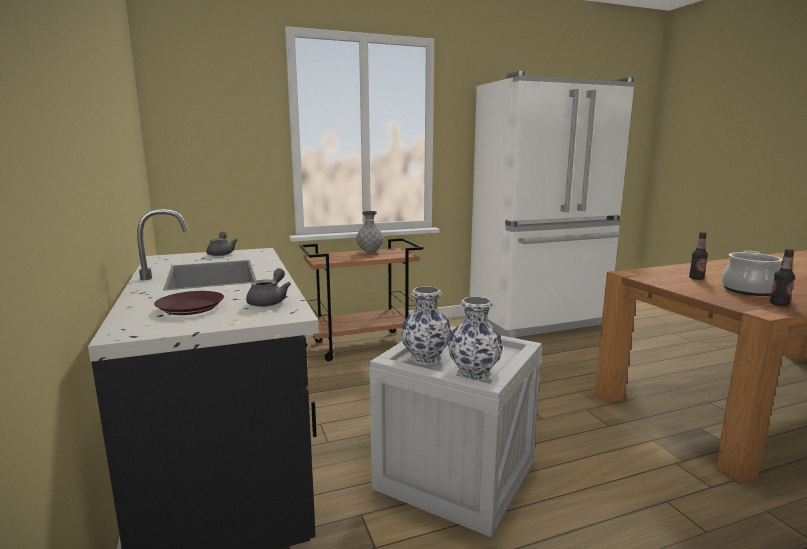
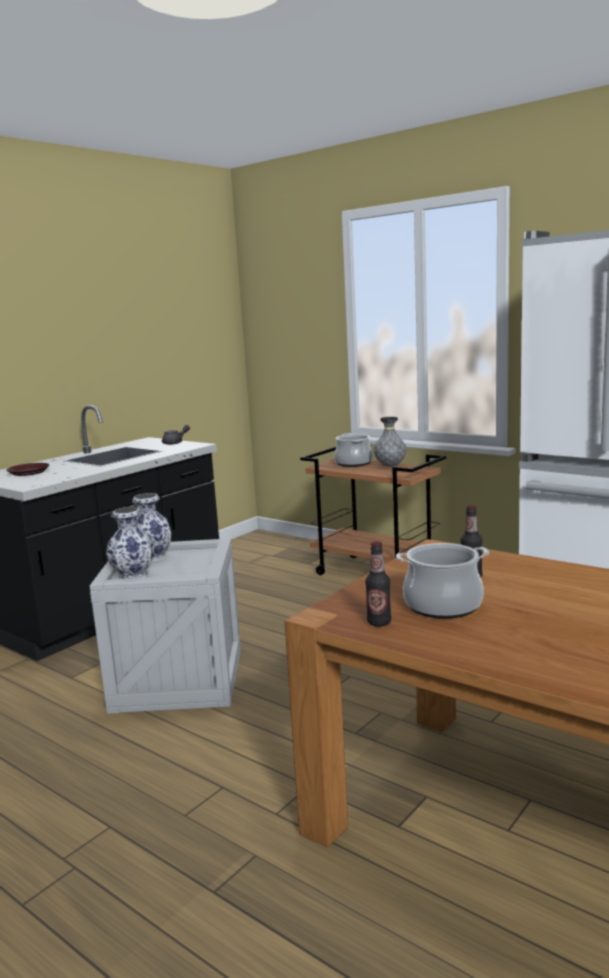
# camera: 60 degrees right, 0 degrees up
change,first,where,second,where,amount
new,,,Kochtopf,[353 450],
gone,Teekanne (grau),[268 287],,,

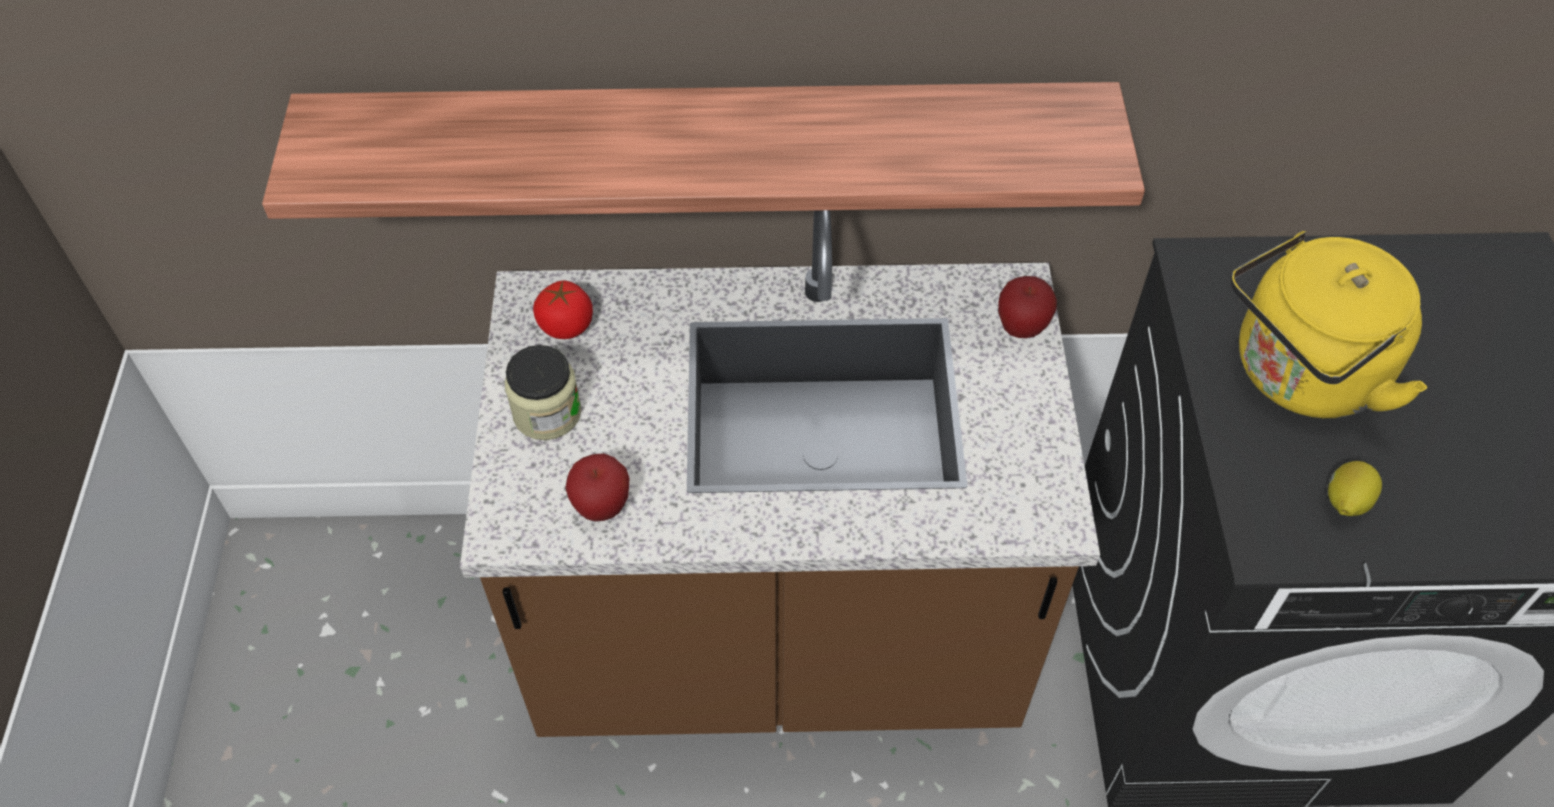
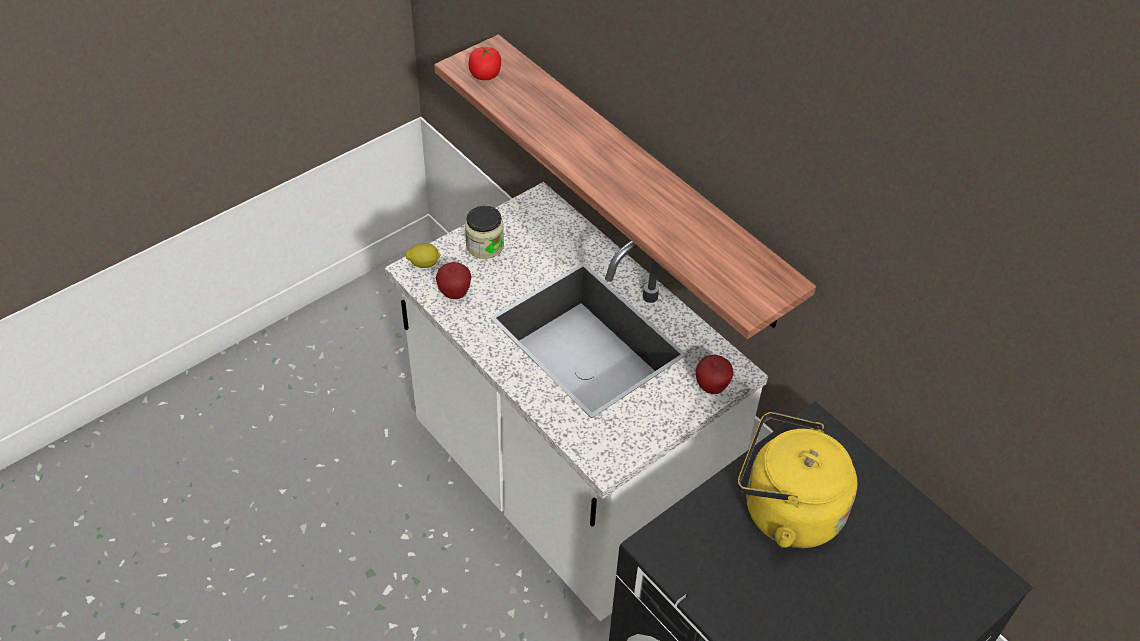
# camera: 50 degrees right, 5 degrees down
change,first,where,second,where,amount
repainted,Küchenzeile (braun),[780 473],Küchenzeile (weiß),[576 401],
shifted,Zitrone,[1355 488],,[423 255],
shifted,Tomate,[563 310],,[485 63],

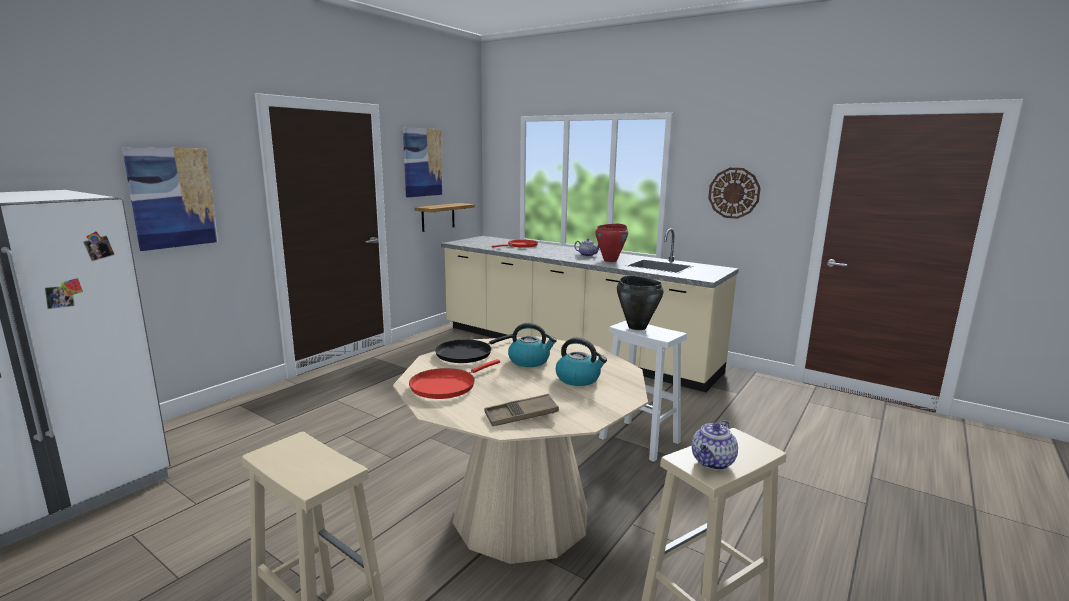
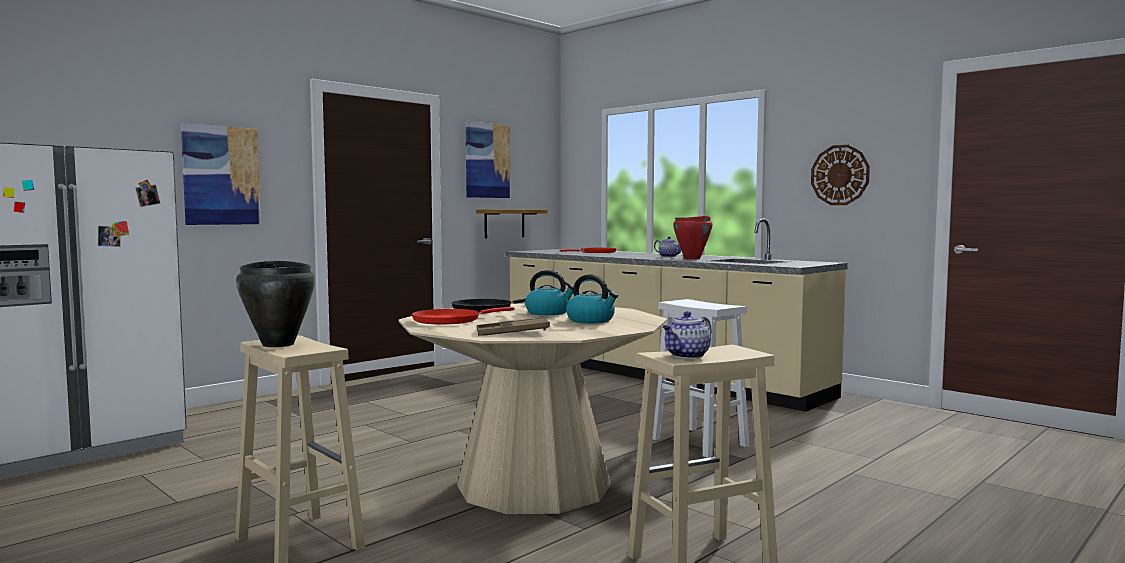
# camera: 10 degrees right, 10 degrees down
change,first,where,second,where,amount
shifted,Kochtopf (schwarz),[640 303],,[275 304],

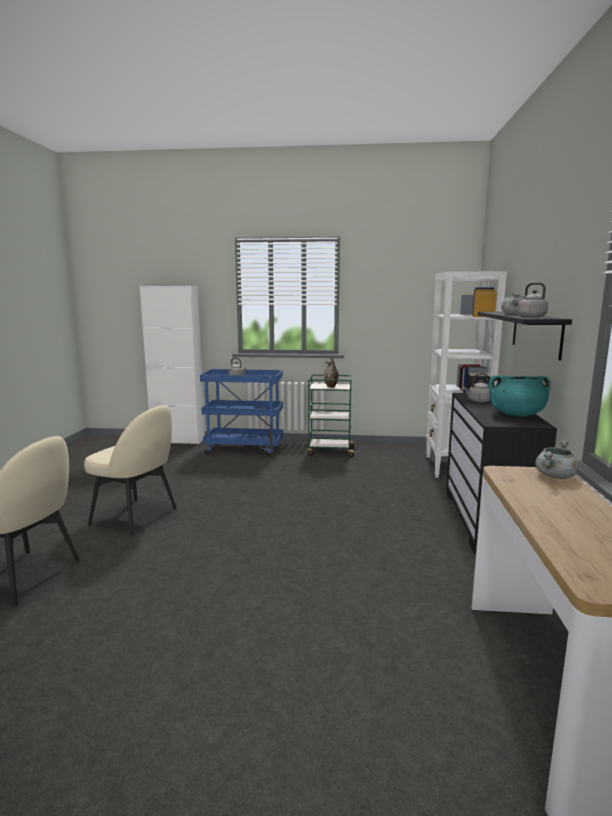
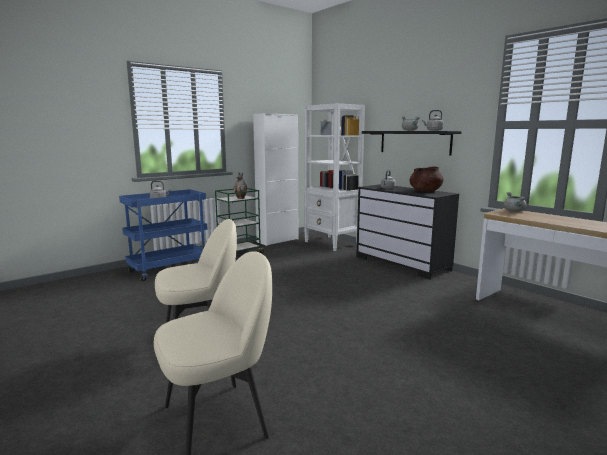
# camera: 45 degrees left, 0 degrees up
change,first,where,second,where,amount
shifted,Schrank (weiß),[172 365],,[275 179],
repainted,Kochtopf (türkis),[519 395],Kochtopf (braun),[427 179],

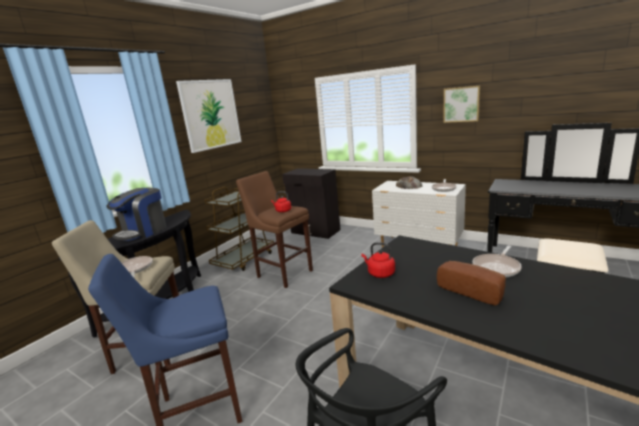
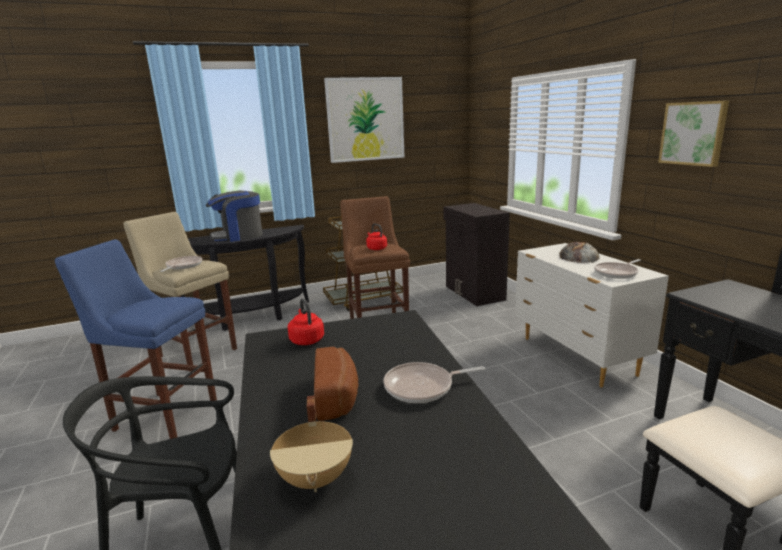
# camera: 35 degrees right, 0 degrees up
change,first,where,second,where,amount
new,,,Kochtopf (beige),[311 444],

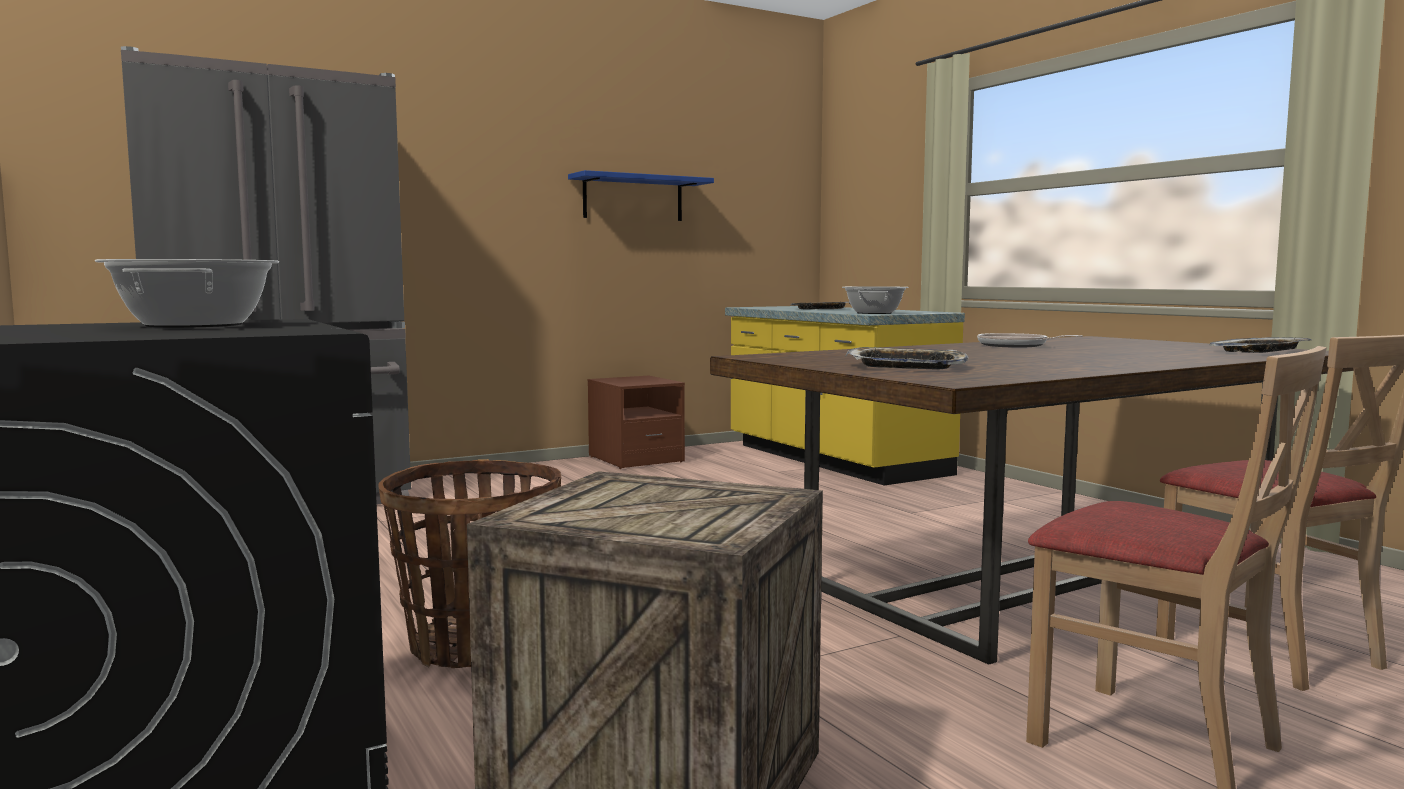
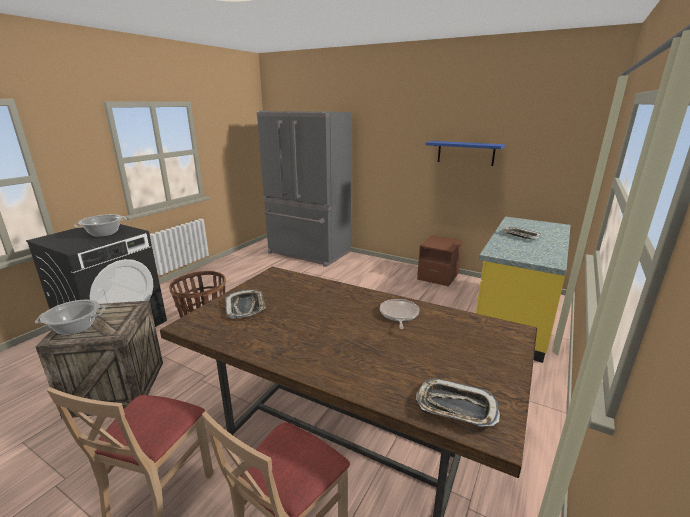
# camera: 60 degrees right, 15 degrees up
change,first,where,second,where,amount
shifted,Kochtopf,[875 300],,[70 317],

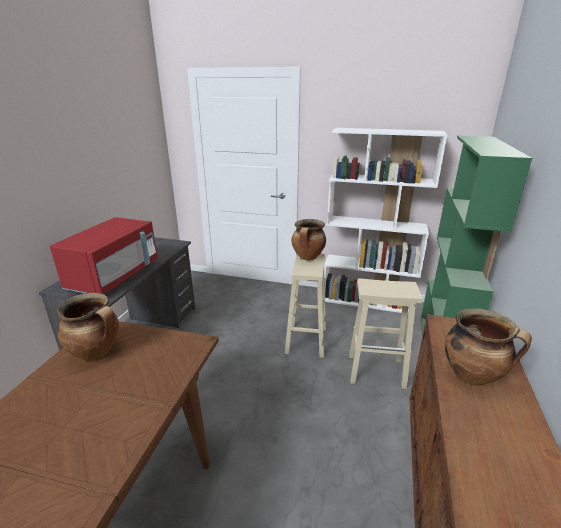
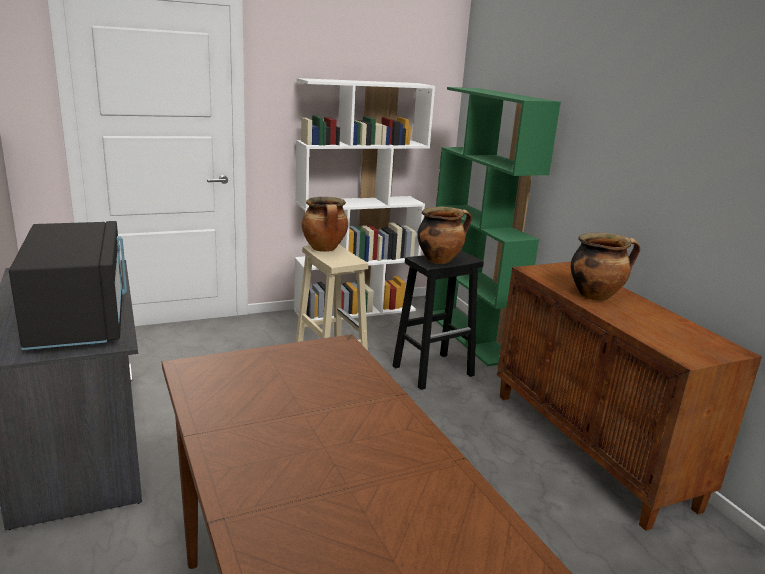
# camera: 40 degrees left, 5 degrees down
change,first,where,second,where,amount
repainted,Mikrowelle (rot),[104 255],Mikrowelle (schwarz),[68 285],
repainted,Hocker (beige),[385 333],Hocker (schwarz),[438 320],
shifted,Kochtopf,[88 327],,[444 235],

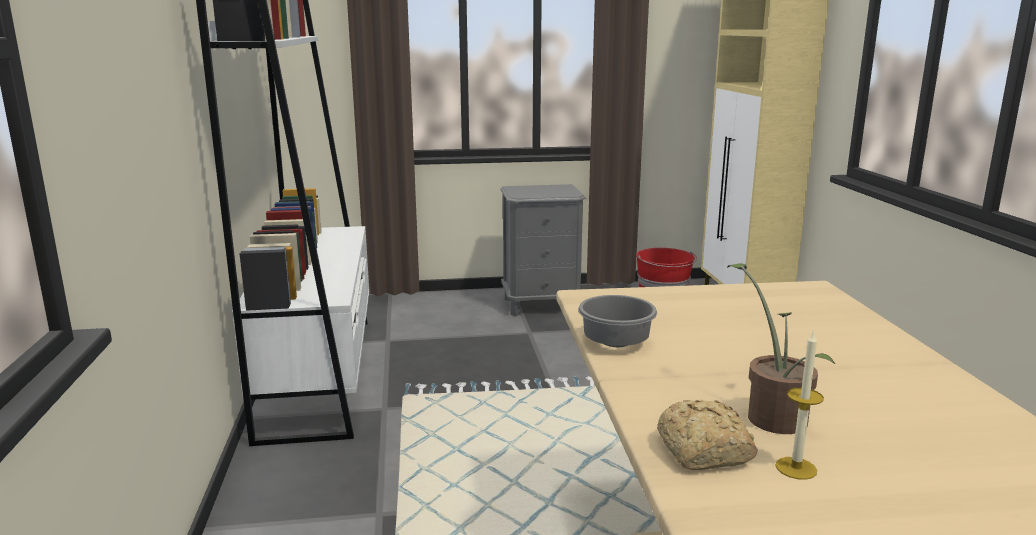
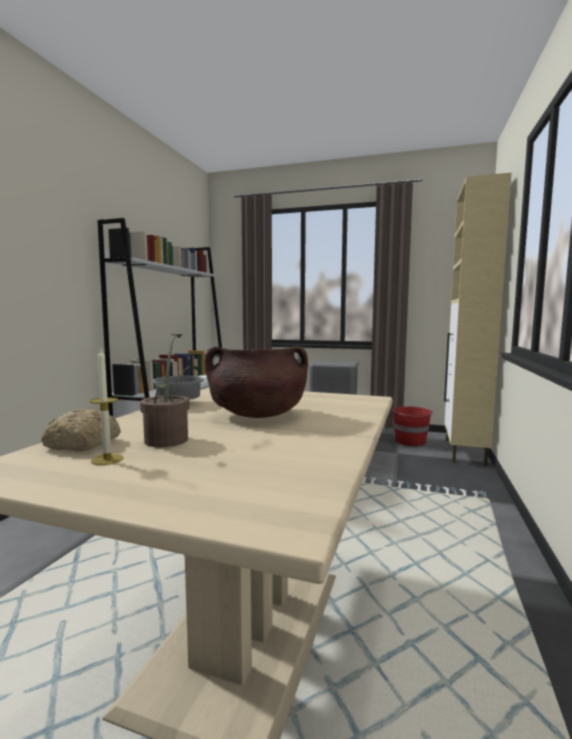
# camera: 25 degrees right, 10 degrees down
change,first,where,second,where,amount
new,,,Kochtopf (braun),[256 382],

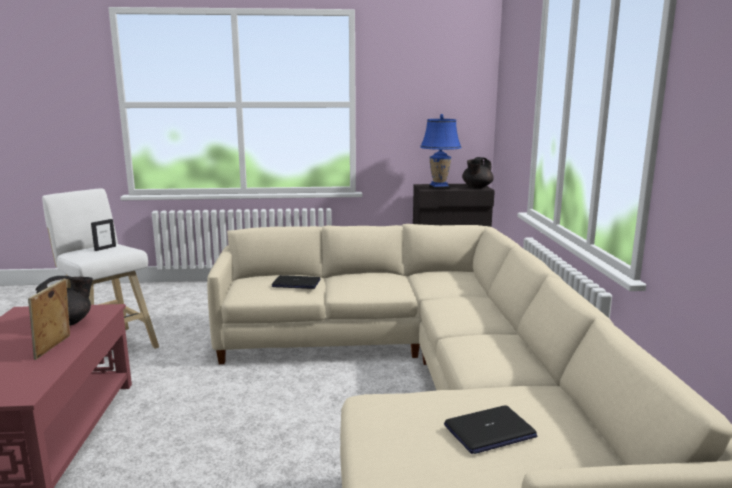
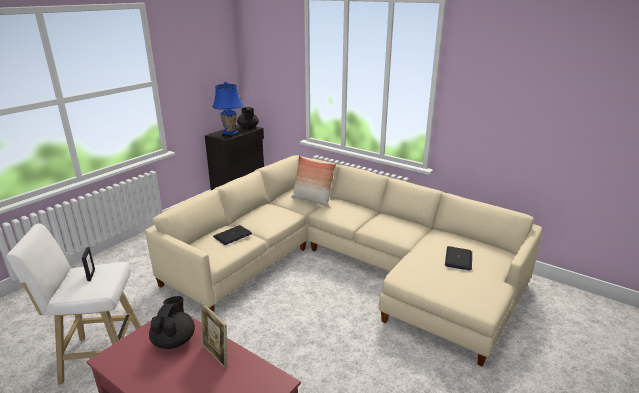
# camera: 50 degrees left, 10 degrees up
change,first,where,second,where,amount
new,,,Kissen,[313 181],

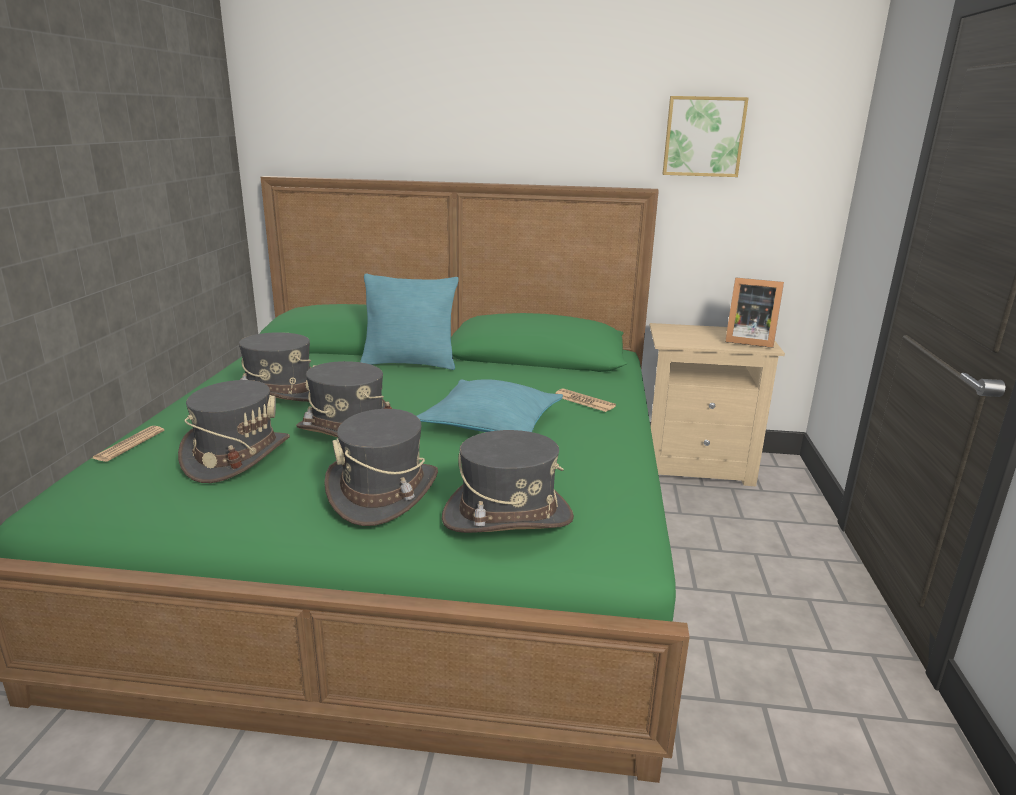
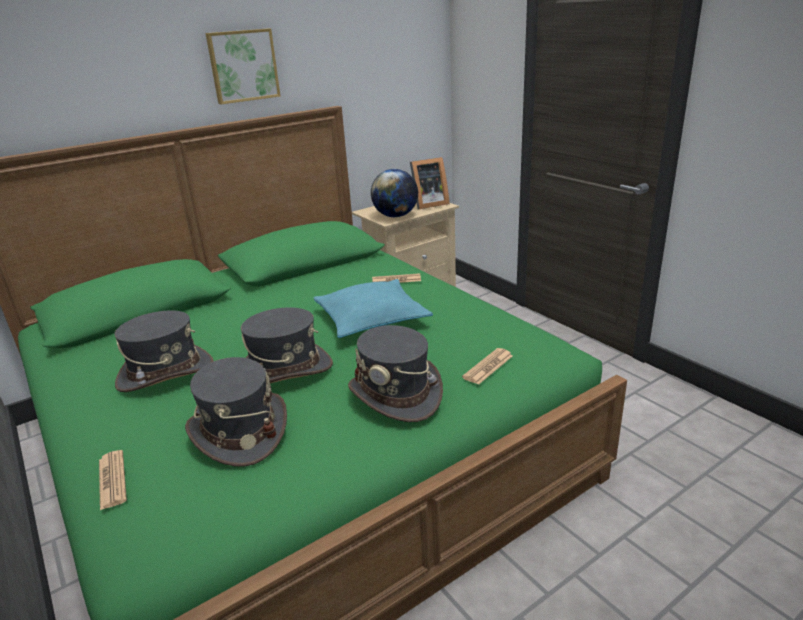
# camera: 40 degrees left, 5 degrees up
change,first,where,second,where,amount
shifted,Bild,[706 136],,[243 66],
new,,,Globus,[394 193],
swapped,Hut (grau),[508 481],Zeitung,[487 366],
gone,Kissen (türkis),[409 322],,,

